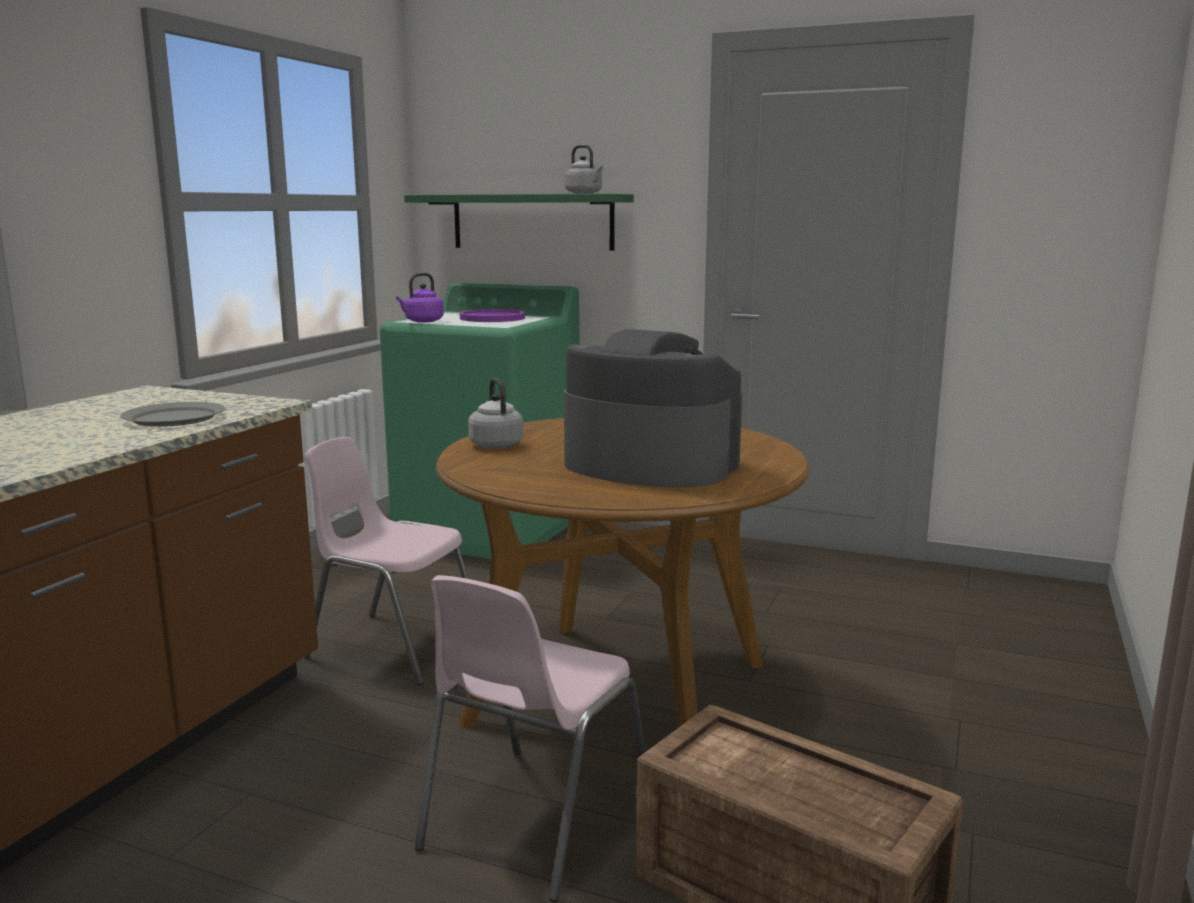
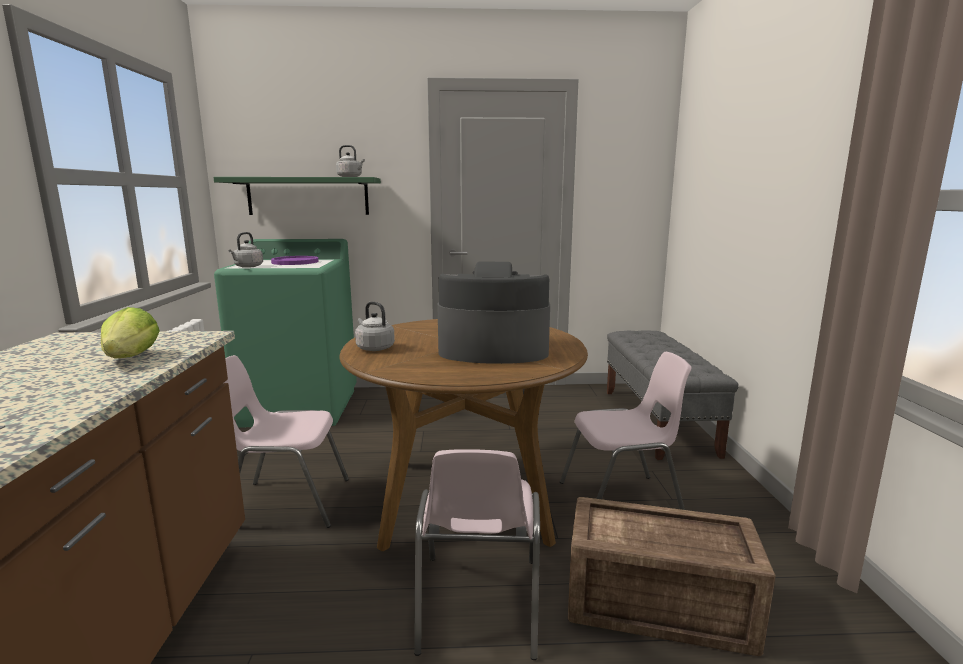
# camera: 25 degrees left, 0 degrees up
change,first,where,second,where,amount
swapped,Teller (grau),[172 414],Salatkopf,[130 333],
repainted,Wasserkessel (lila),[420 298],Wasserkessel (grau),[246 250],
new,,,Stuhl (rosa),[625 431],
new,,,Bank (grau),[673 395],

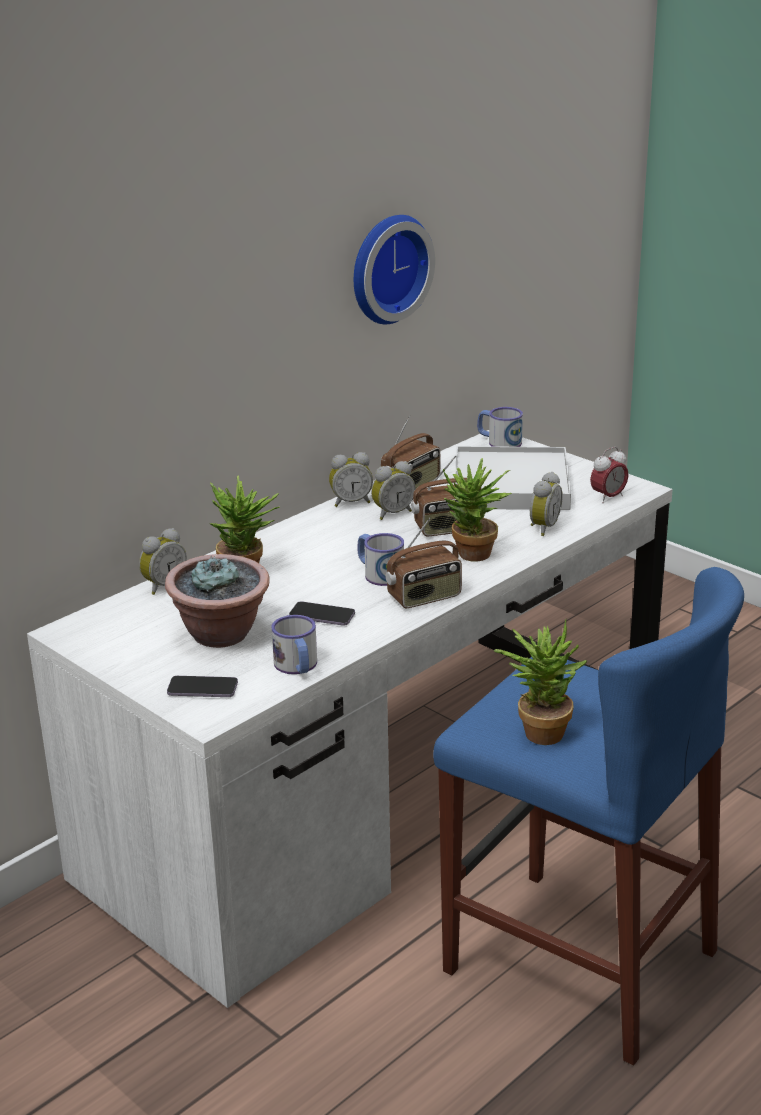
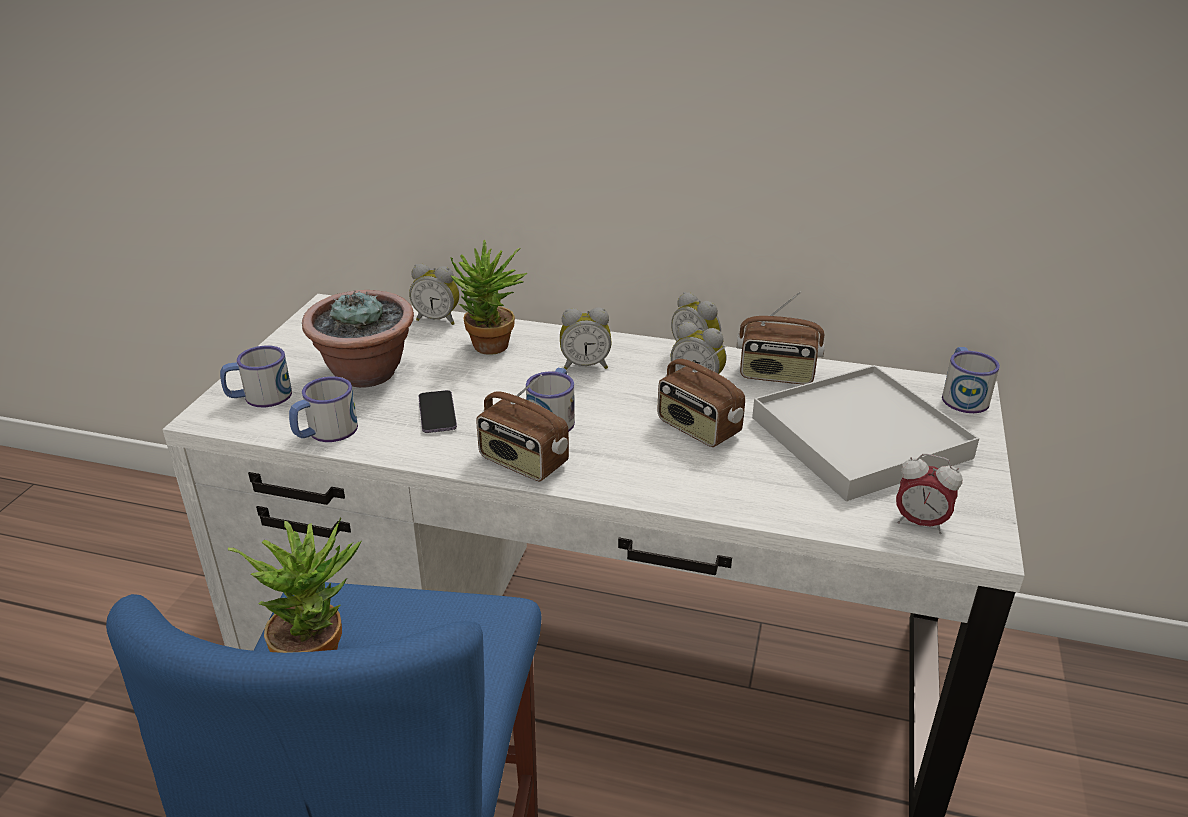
# camera: 60 degrees right, 5 degrees up
change,first,where,second,where,amount
swapped,Handy,[202 686],Henkelbecher,[256 376],
shifted,Wecker,[546 504],,[586 338],
gone,Wanduhr,[394 269],,,
gone,Topfpflanze,[477 510],,,

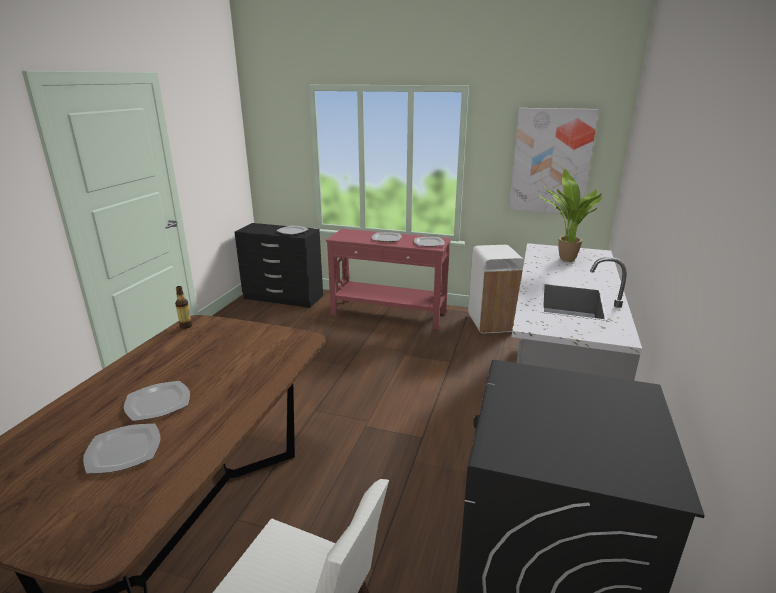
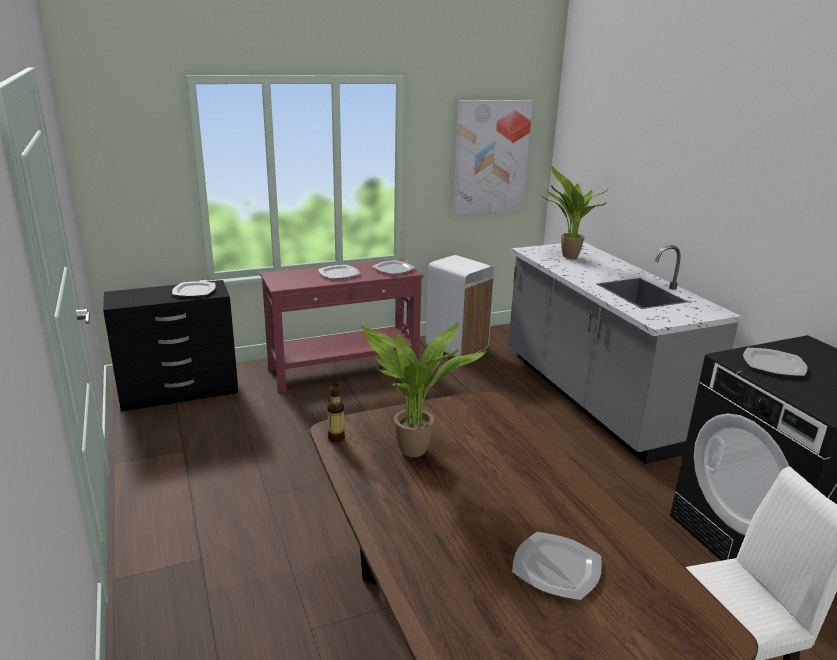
# camera: 40 degrees left, 0 degrees up
change,first,where,second,where,amount
new,,,Topfpflanze,[423 389],
shifted,Teller,[157 401],,[775 362],

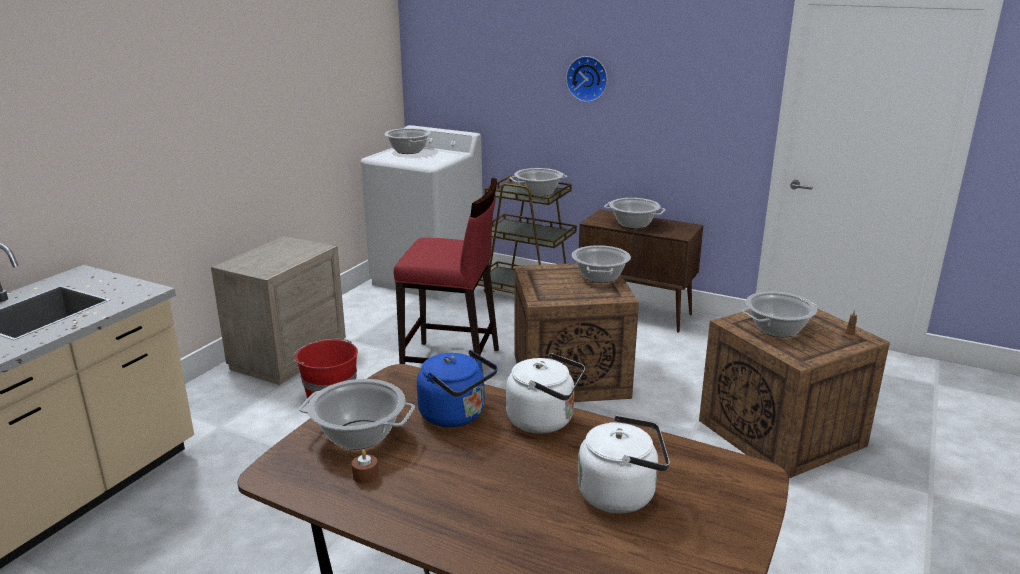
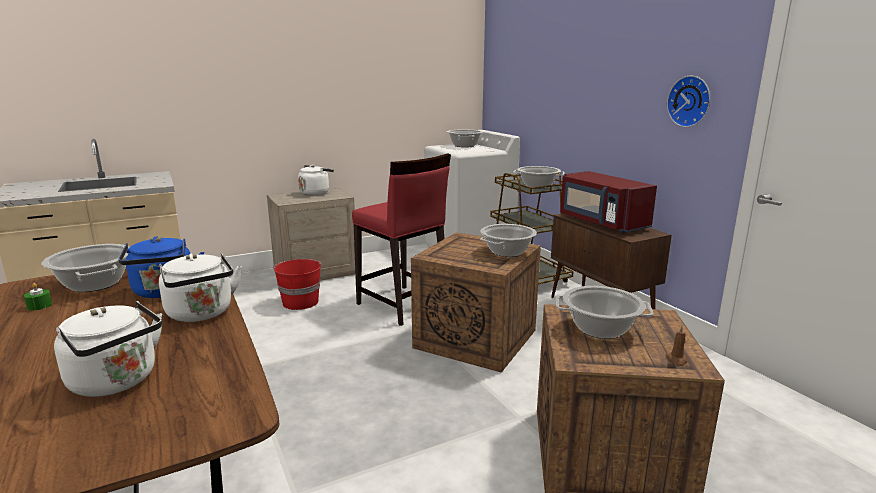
# camera: 35 degrees right, 5 degrees down
change,first,where,second,where,amount
repainted,Kerze (braun),[365 467],Kerze (grün),[38 296],
new,,,Wasserkessel (weiß),[316 180],
swapped,Kochtopf,[635 213],Mikrowelle (rot),[608 202],
shifted,Wanduhr,[587 79],,[688 101],

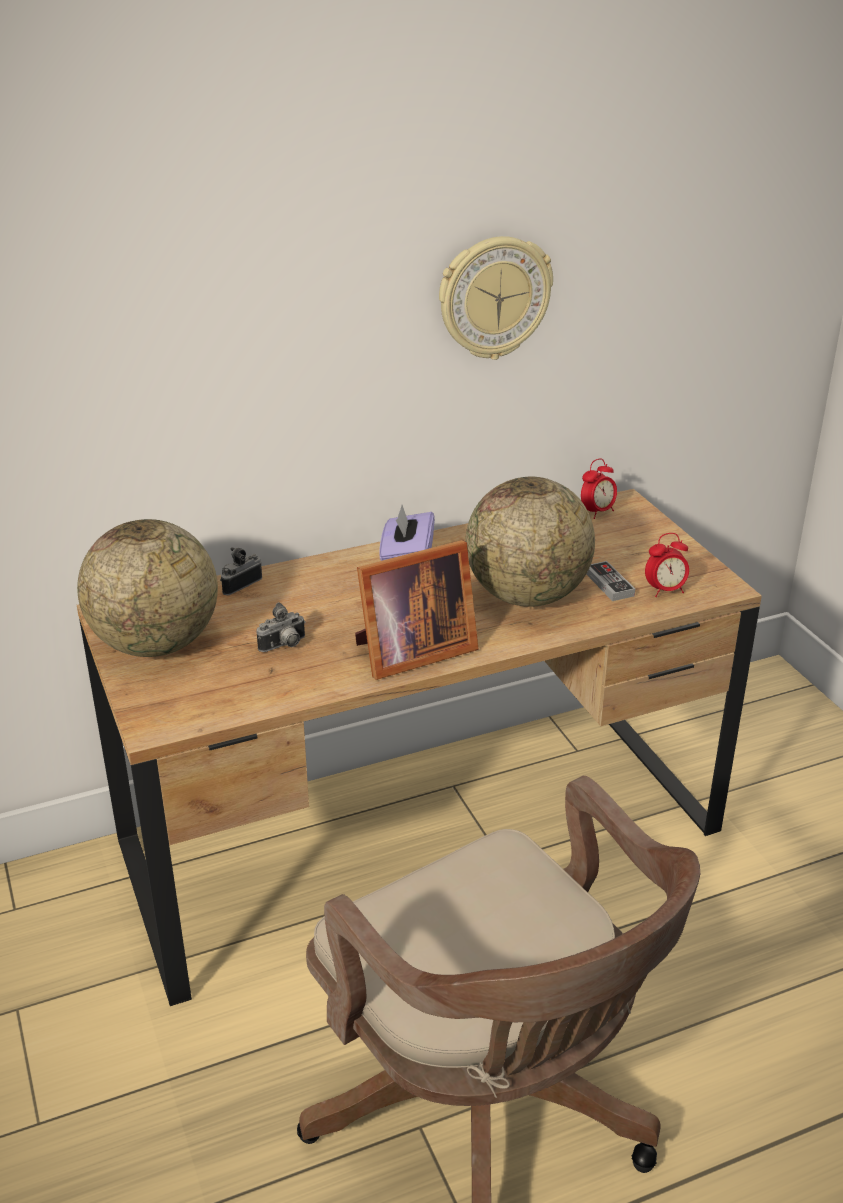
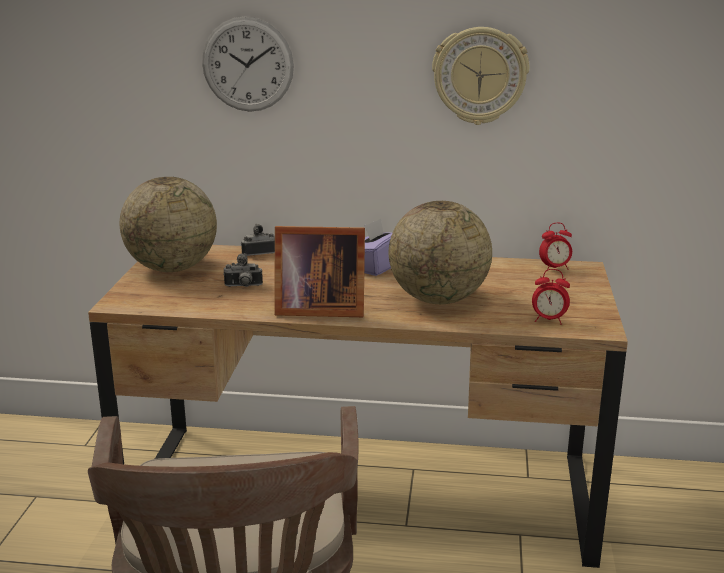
# camera: 30 degrees right, 10 degrees down
change,first,where,second,where,amount
new,,,Wanduhr,[248 64],
gone,Gamepad,[610 581],,,

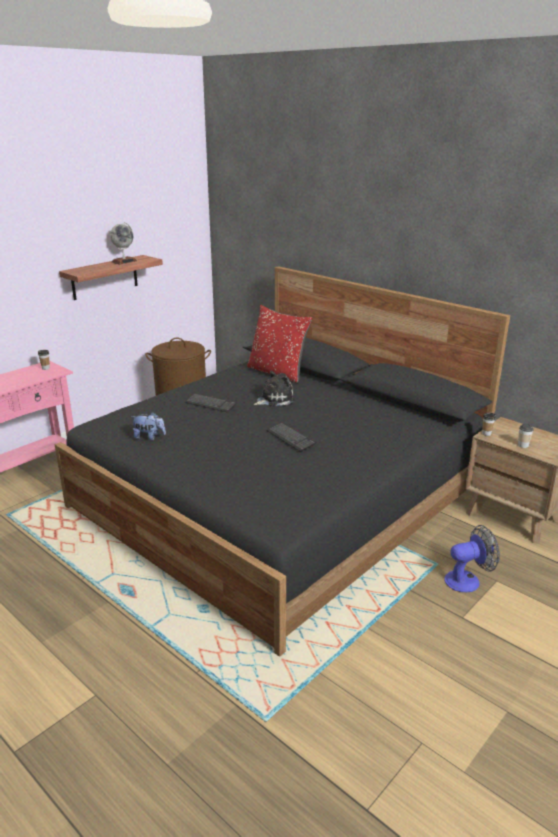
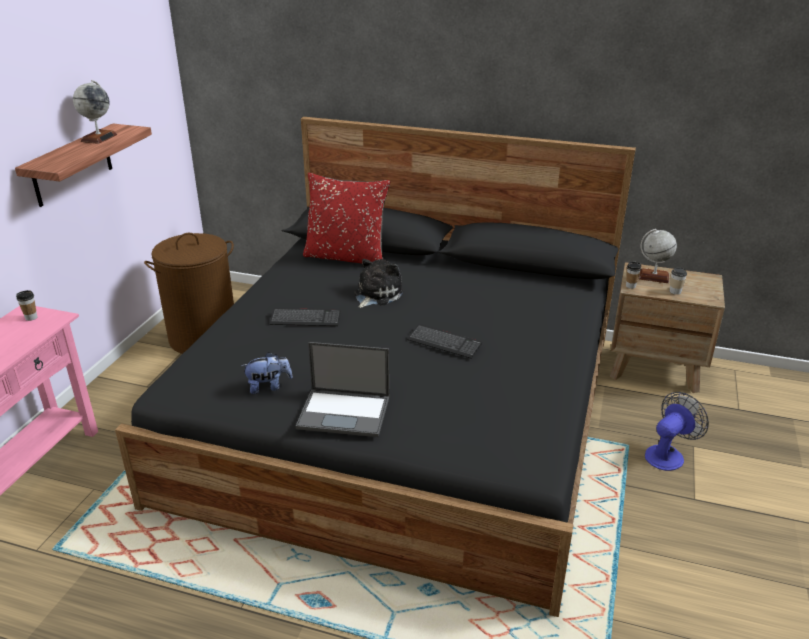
# camera: 25 degrees left, 5 degrees up
change,first,where,second,where,amount
new,,,Laptop,[342 389],
new,,,Globus,[658 256],

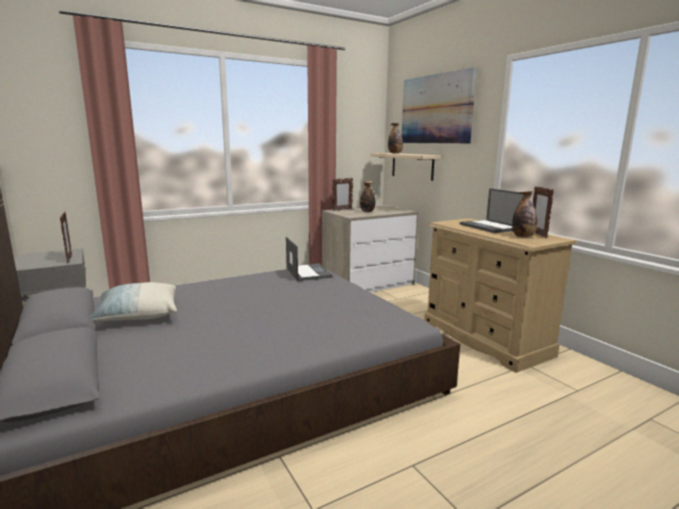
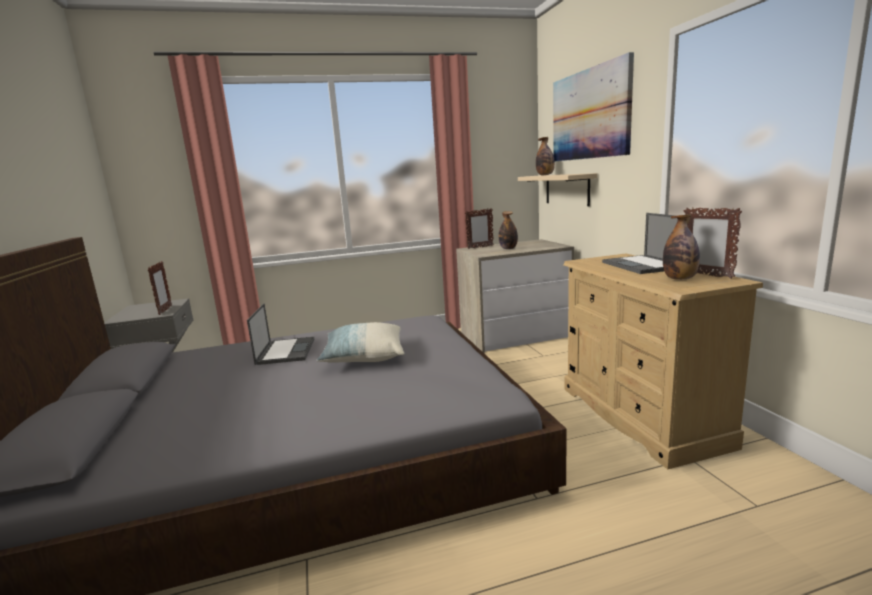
# camera: 15 degrees right, 0 degrees up
change,first,where,second,where,amount
shifted,Laptop,[309 259],,[280 334],
shifted,Kissen,[133 301],,[360 342],
rotated,Bilderrahmen,[543 212],,[713 243],45 degrees counterclockwise

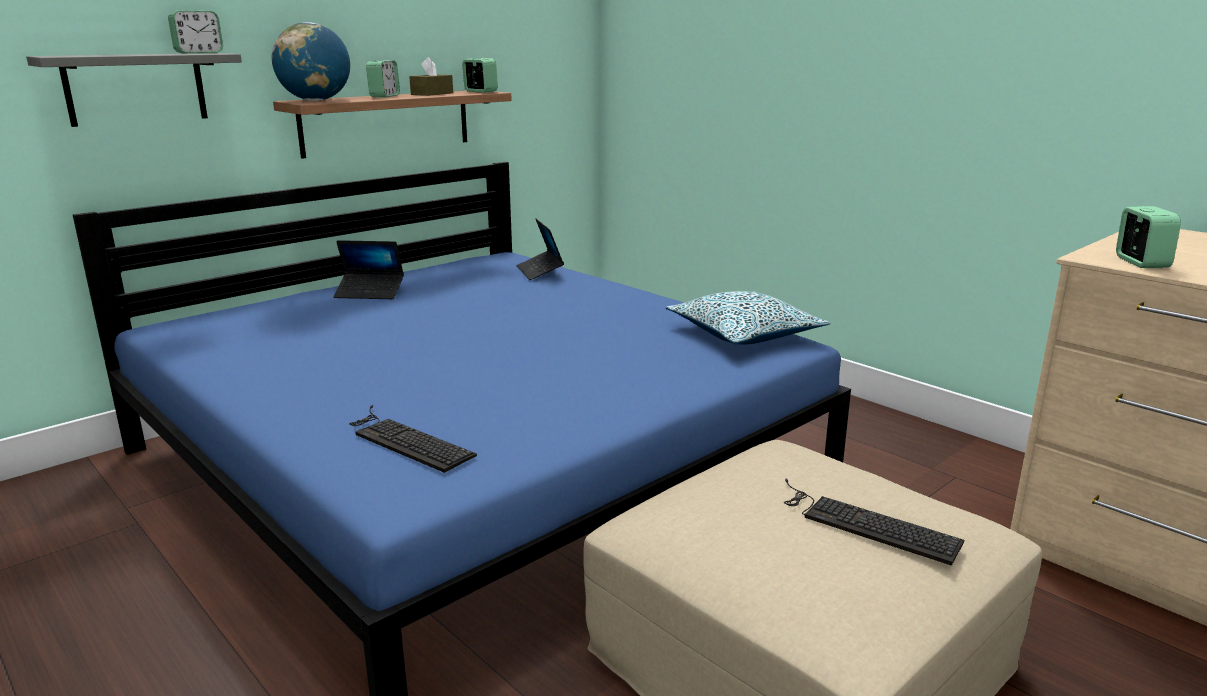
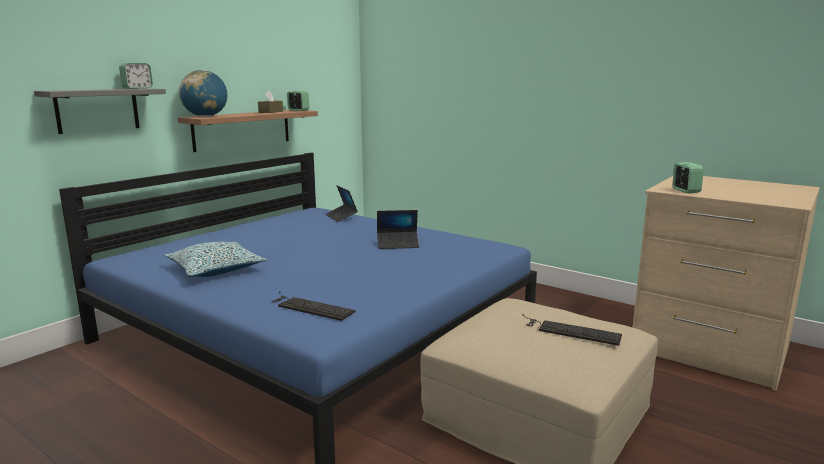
# camera: 10 degrees left, 5 degrees down
change,first,where,second,where,amount
shifted,Kissen,[748 317],,[216 259],
shifted,Laptop,[368 269],,[398 229],
gone,Wecker,[383 78],,,

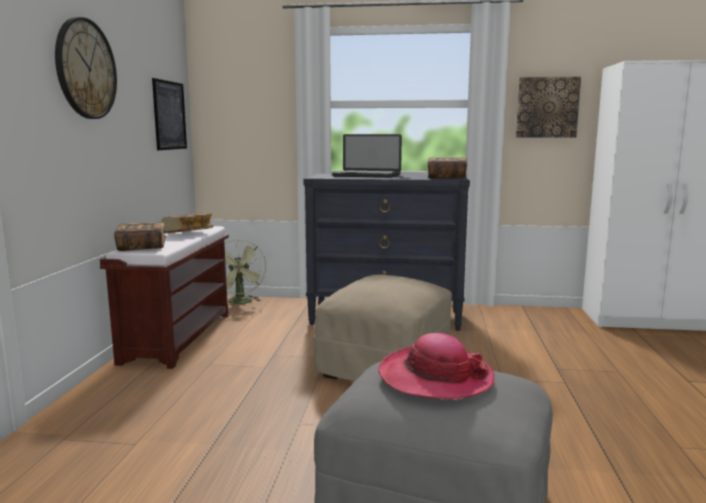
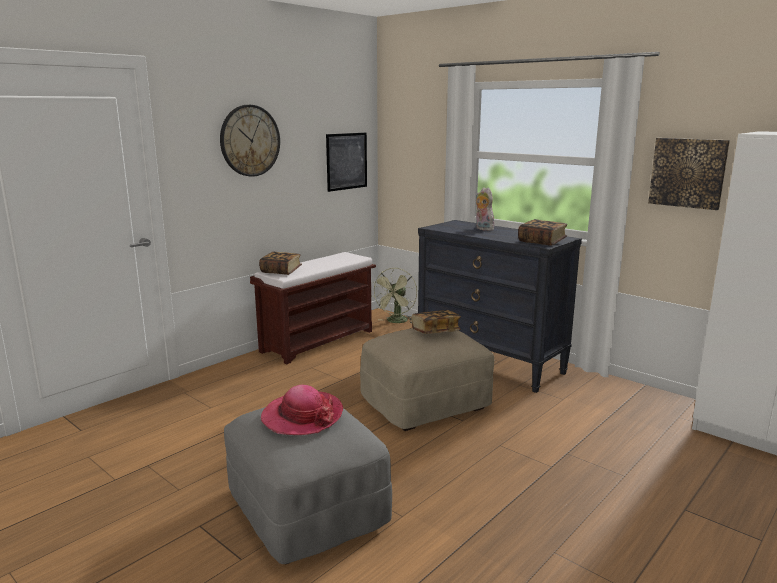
# camera: 35 degrees right, 5 degrees up
change,first,where,second,where,amount
shifted,Buch,[187 223],,[436 322],
swapped,Laptop,[367 156],Plüschtier,[485 209],

